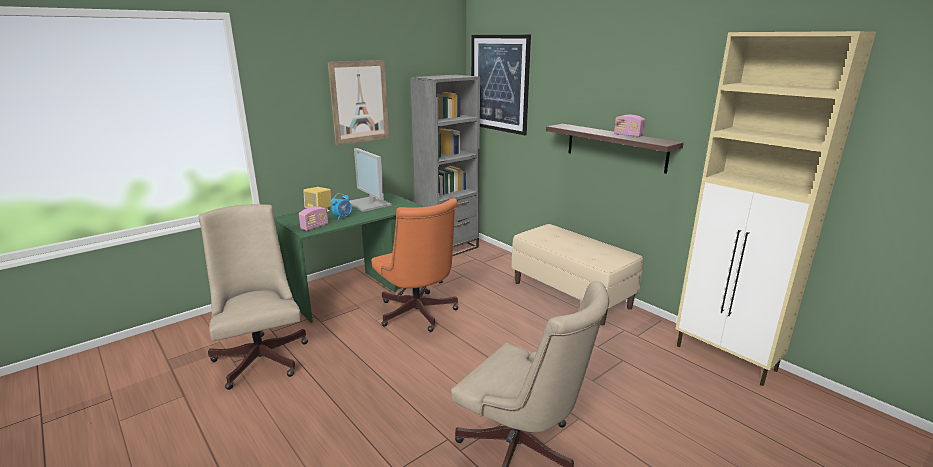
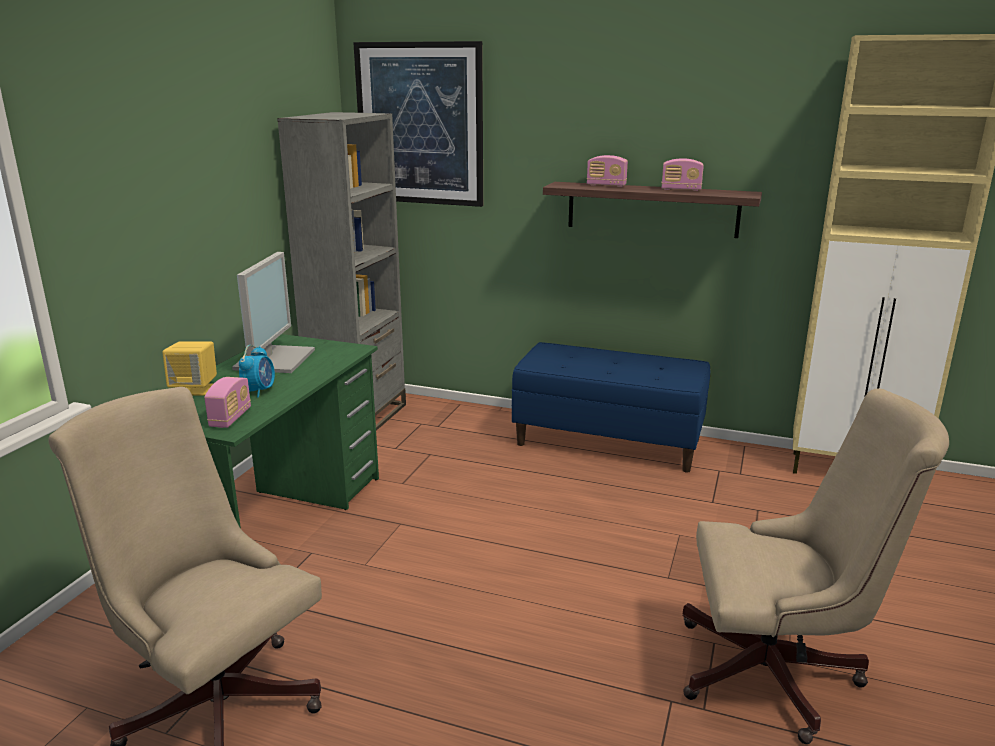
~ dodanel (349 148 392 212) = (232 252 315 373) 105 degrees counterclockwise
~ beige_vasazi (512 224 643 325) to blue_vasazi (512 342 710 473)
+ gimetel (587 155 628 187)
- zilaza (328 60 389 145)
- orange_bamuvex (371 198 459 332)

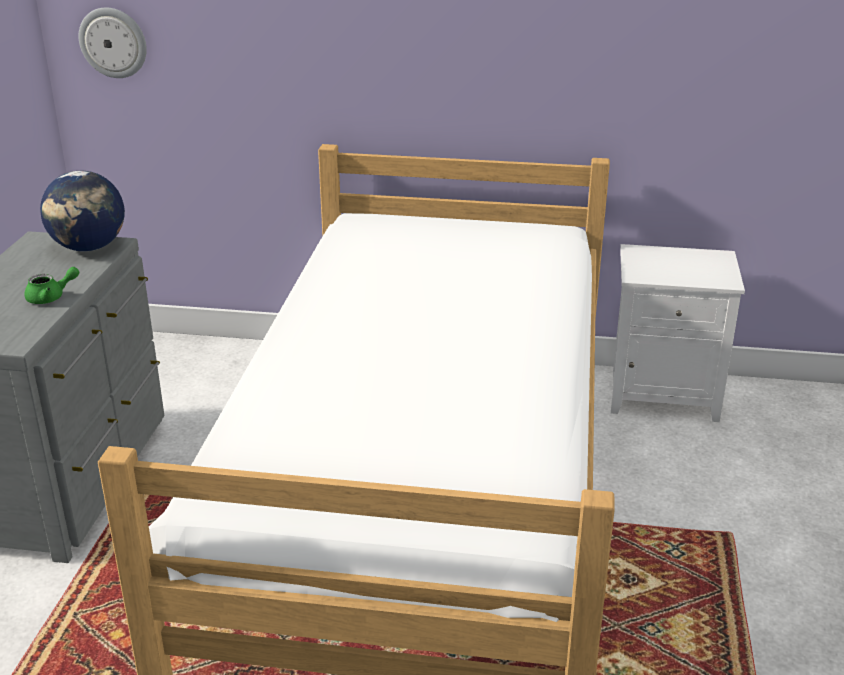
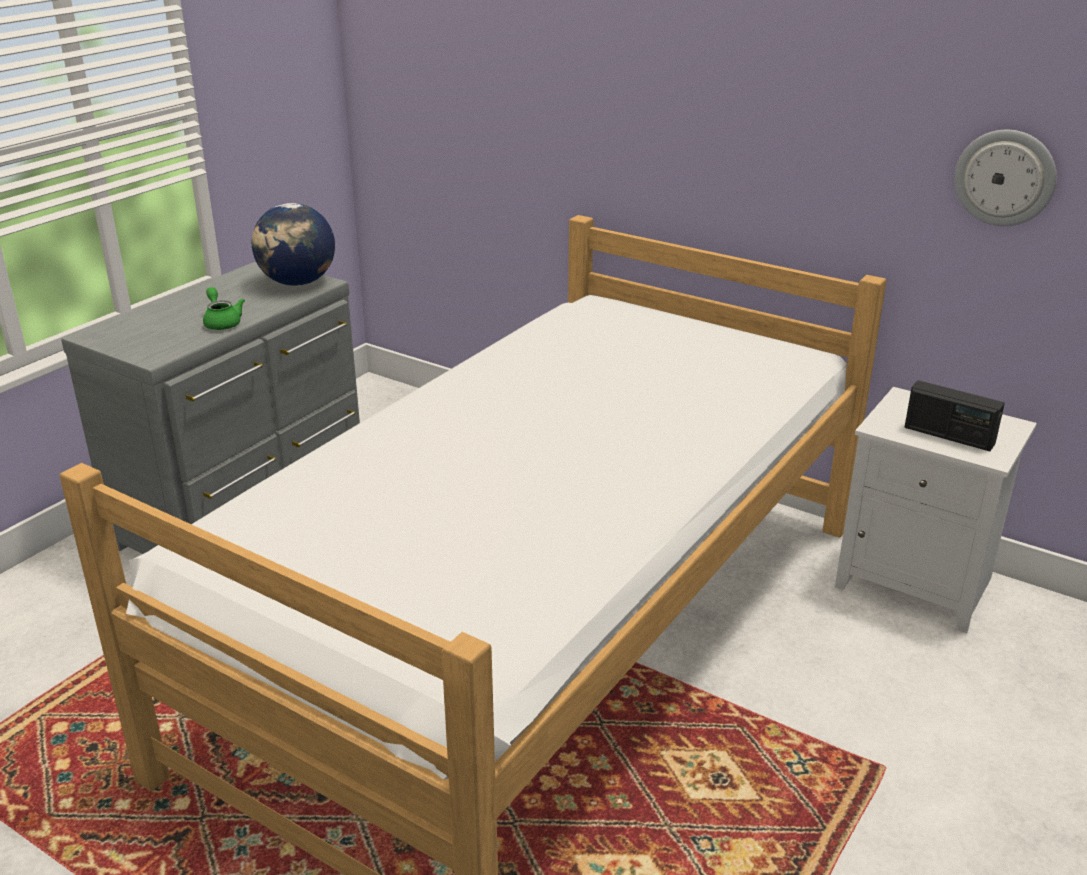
~ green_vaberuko (24 267 79 304) = (203 287 245 330) 120 degrees counterclockwise
+ gimetel (905 380 1005 451)
~ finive (78 8 147 78) to (954 130 1057 226)

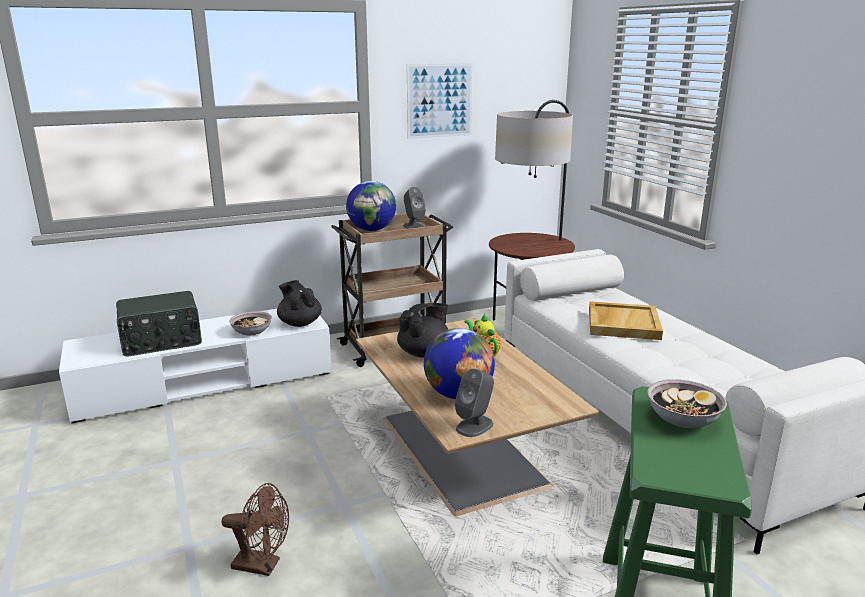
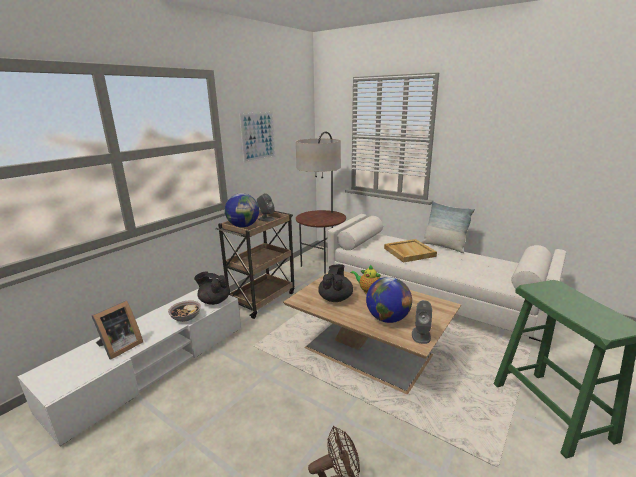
~ gimetel (116 291 202 356) to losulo (91 301 143 359)
+ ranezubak (421 201 475 253)
- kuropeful (648 379 727 428)

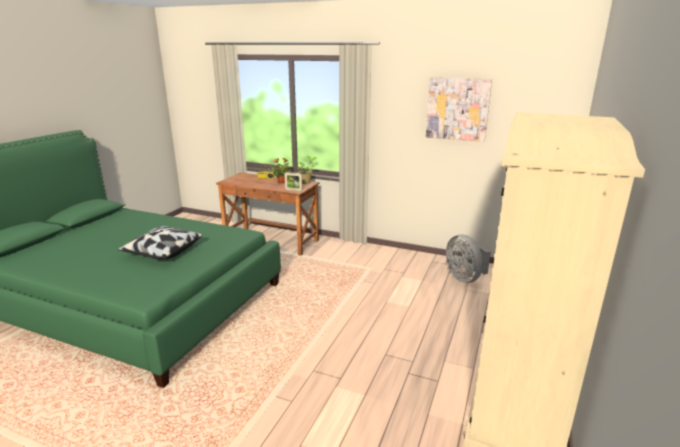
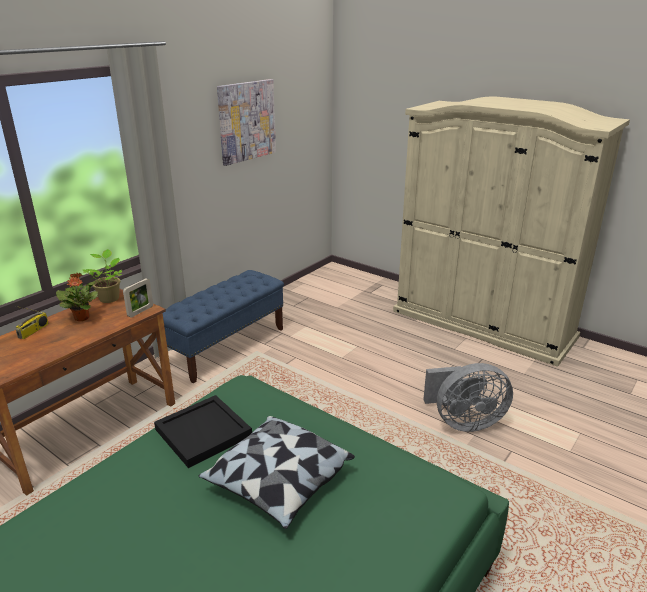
+ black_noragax (154 395 252 468)
+ blue_vasazi (156 270 284 383)
~ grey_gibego (446 234 491 283) to (423 363 513 432)

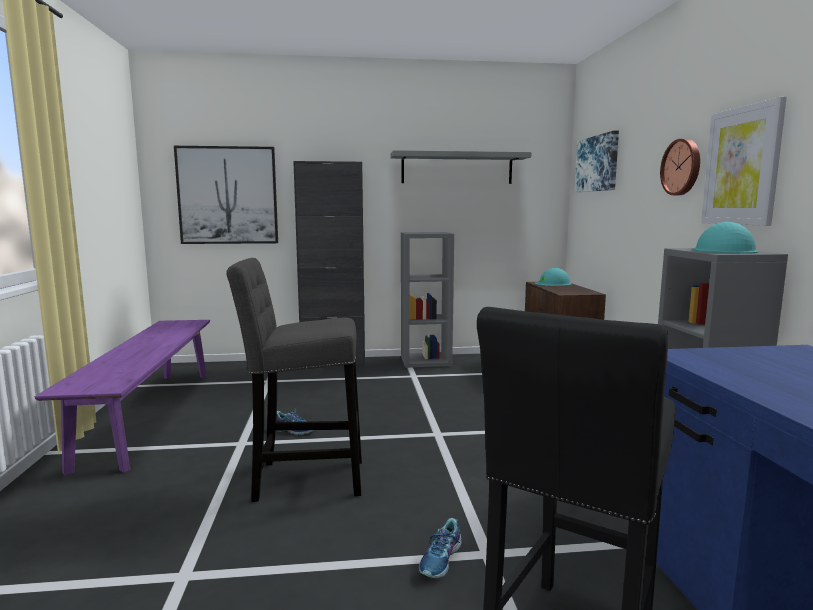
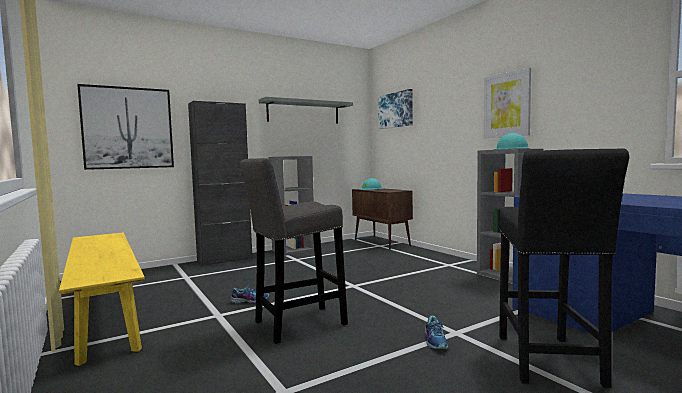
~ purple_vasazi (35 320 210 476) to yellow_vasazi (59 233 145 366)
- finive (660 139 700 195)

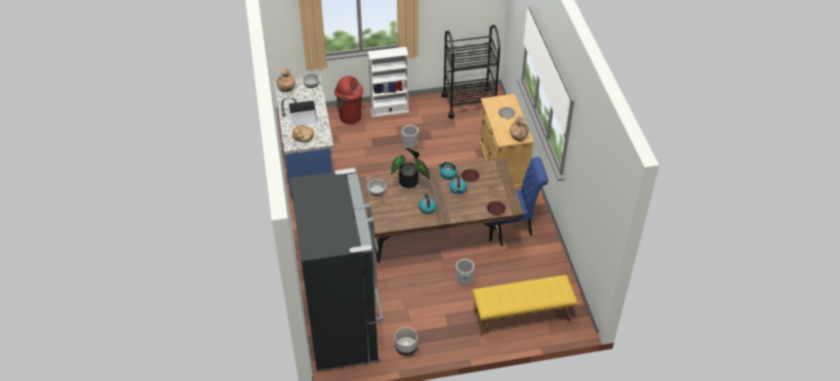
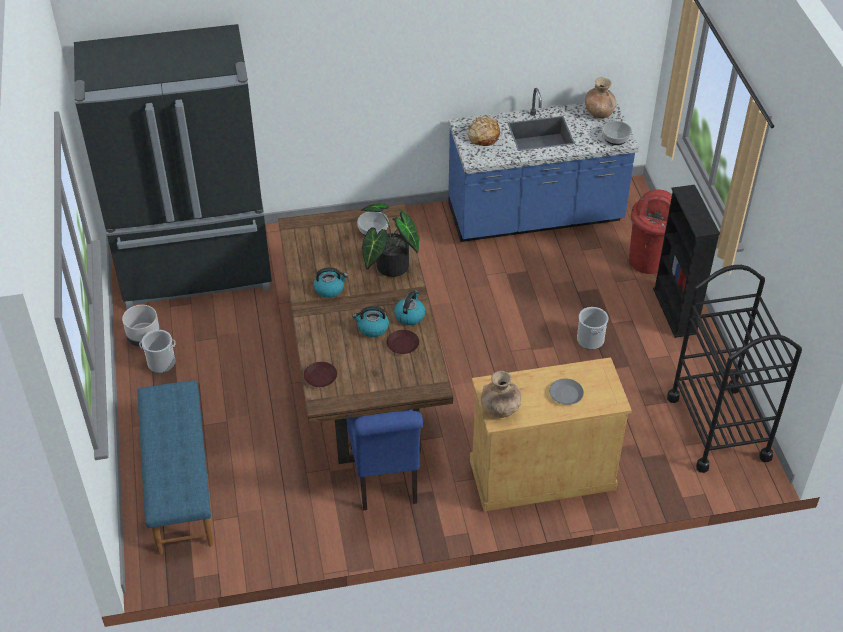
~ yellow_vasazi (472 275 578 336) to blue_vasazi (137 380 214 555)
~ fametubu (456 259 474 285) to (139 330 176 373)
~ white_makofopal (368 47 409 117) to black_makofopal (653 185 720 338)

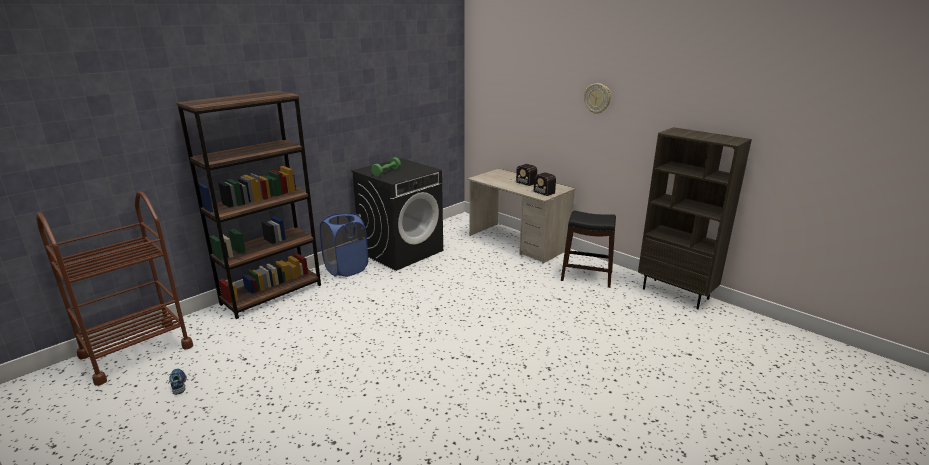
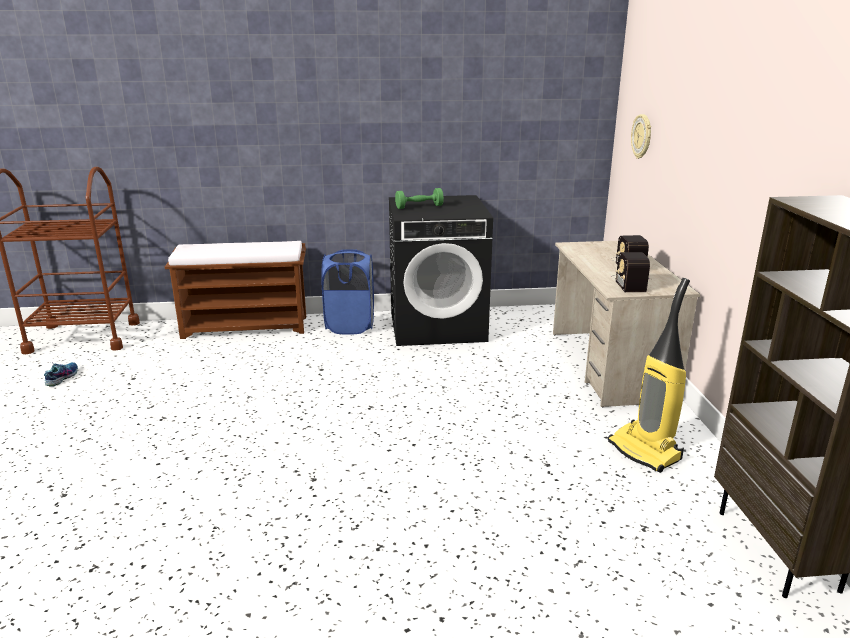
~ brown_makofopal (176 91 321 319) to brown_vasazi (165 241 306 339)
~ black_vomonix (561 210 616 288) to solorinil (608 278 690 473)
~ finive (584 83 611 114) to (631 114 651 159)

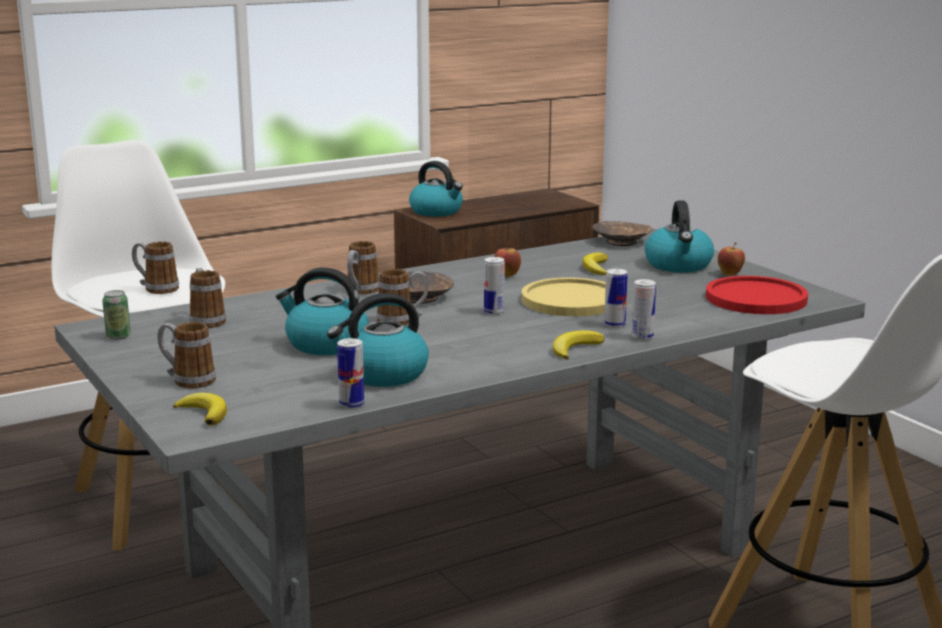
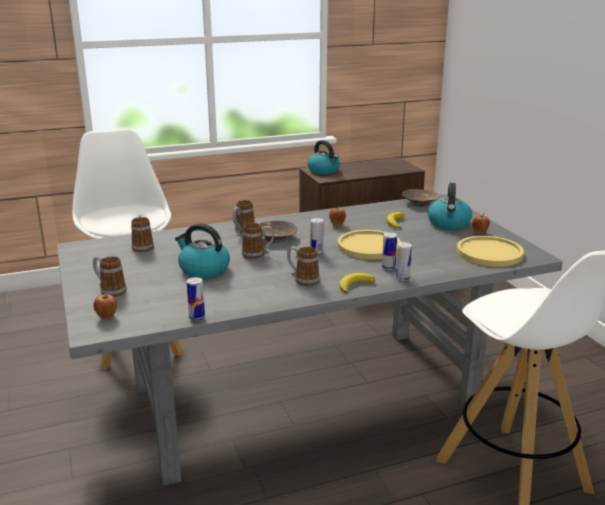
~ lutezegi (173 392 227 425) to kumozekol (94 293 117 319)
~ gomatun (132 241 179 294) to (287 246 320 286)
~ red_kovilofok (706 276 808 314) to yellow_kovilofok (457 236 524 267)
- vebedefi (102 290 131 340)
- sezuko (327 293 429 387)

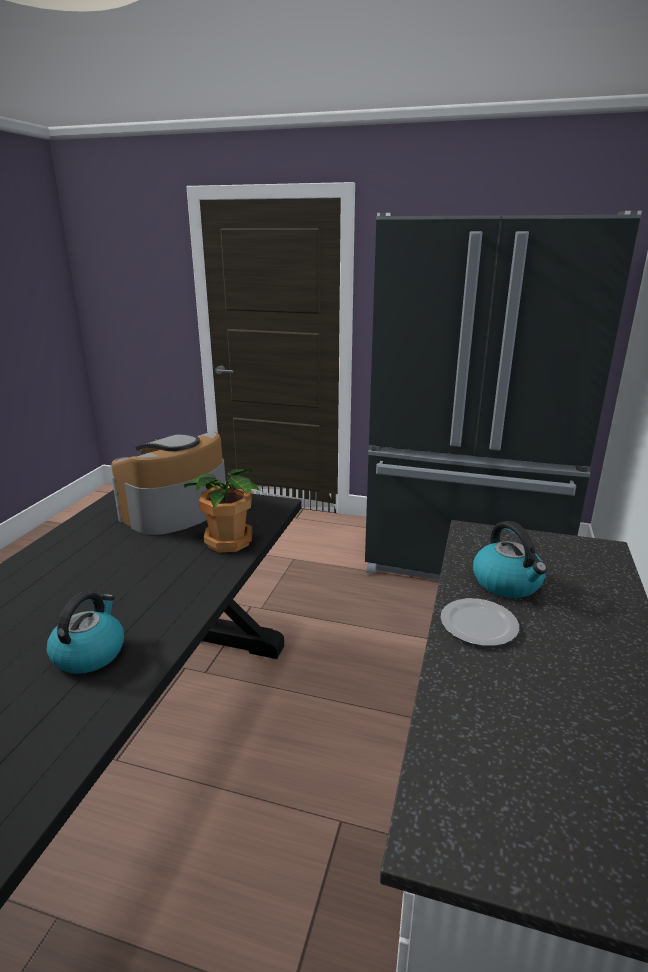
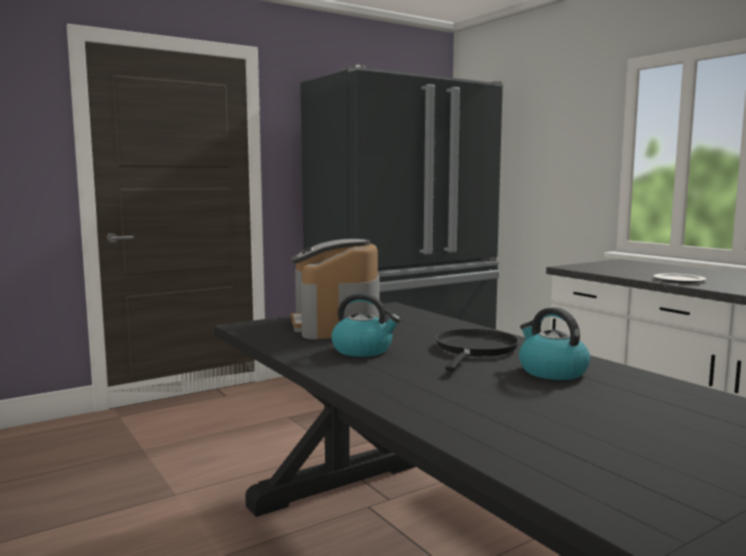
~ sezuko (473 521 547 598) to (331 293 401 357)
+ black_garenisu (436 329 519 371)
- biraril (184 468 261 553)

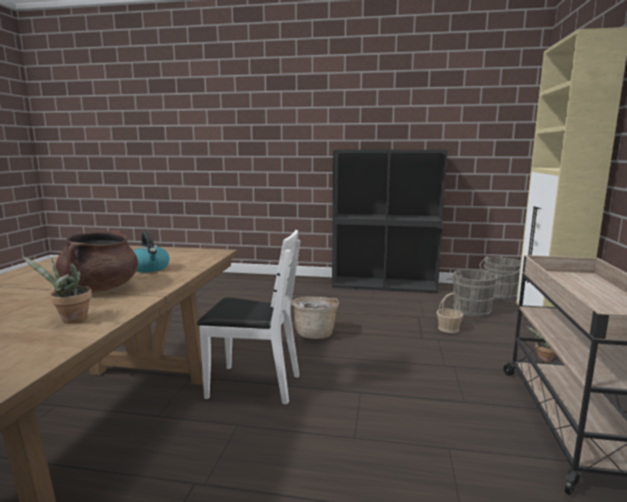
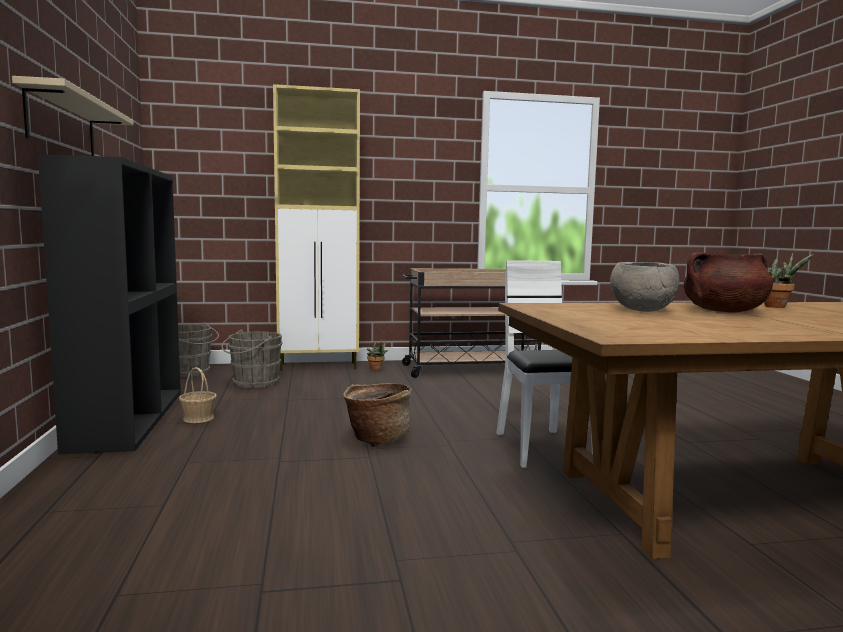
+ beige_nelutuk (12 76 134 156)
~ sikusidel (436 293 463 333) to (179 367 217 423)
~ sezuko (134 232 170 272) to grey_kuropeful (610 262 679 312)

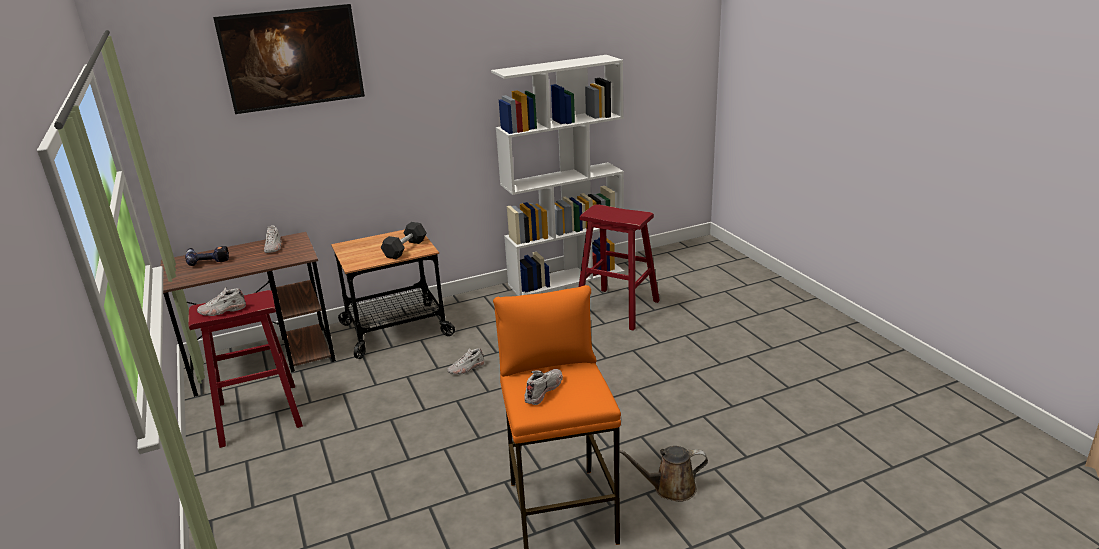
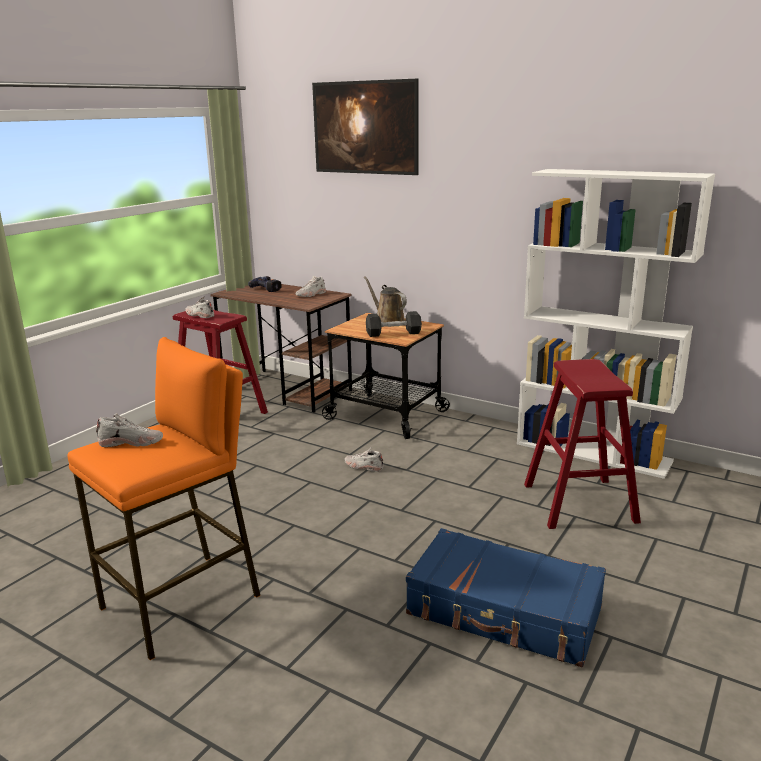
~ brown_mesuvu (619 446 708 502) to (364 277 407 323)
+ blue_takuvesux (406 528 606 667)

